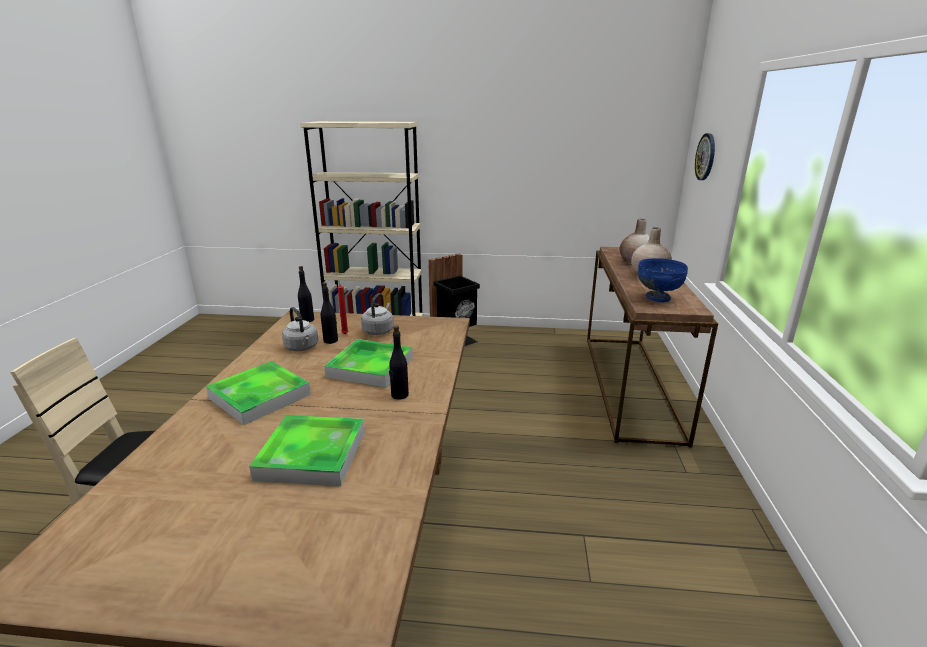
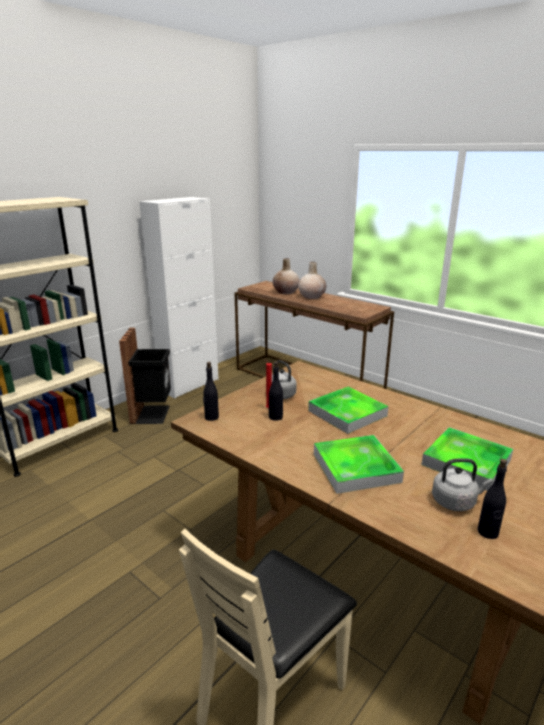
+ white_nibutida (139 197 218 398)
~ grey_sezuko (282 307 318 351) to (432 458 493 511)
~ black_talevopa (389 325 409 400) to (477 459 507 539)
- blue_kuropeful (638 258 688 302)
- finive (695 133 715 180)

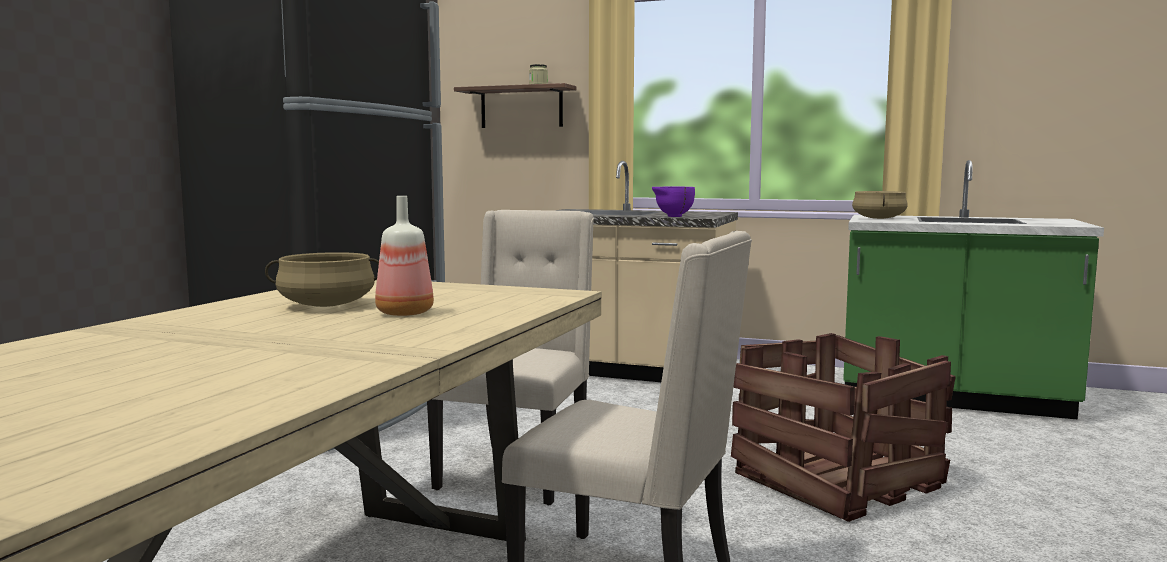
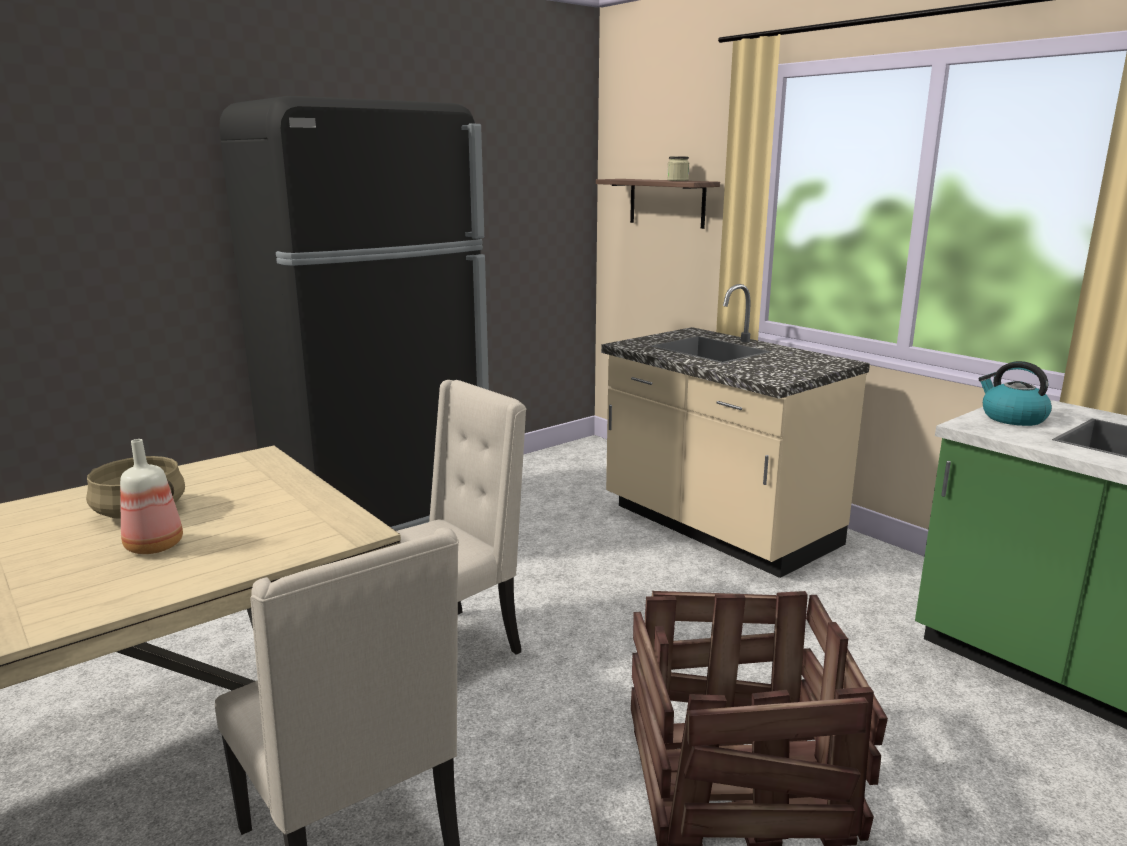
~ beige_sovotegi (852 191 908 219) to sezuko (978 361 1052 426)
- purple_kuropeful (652 187 695 217)

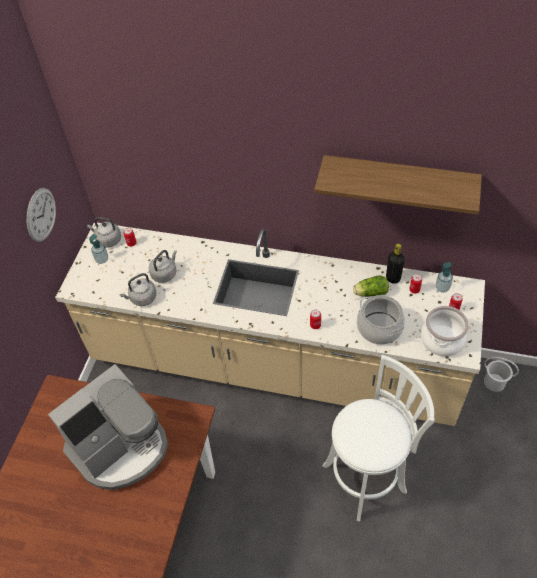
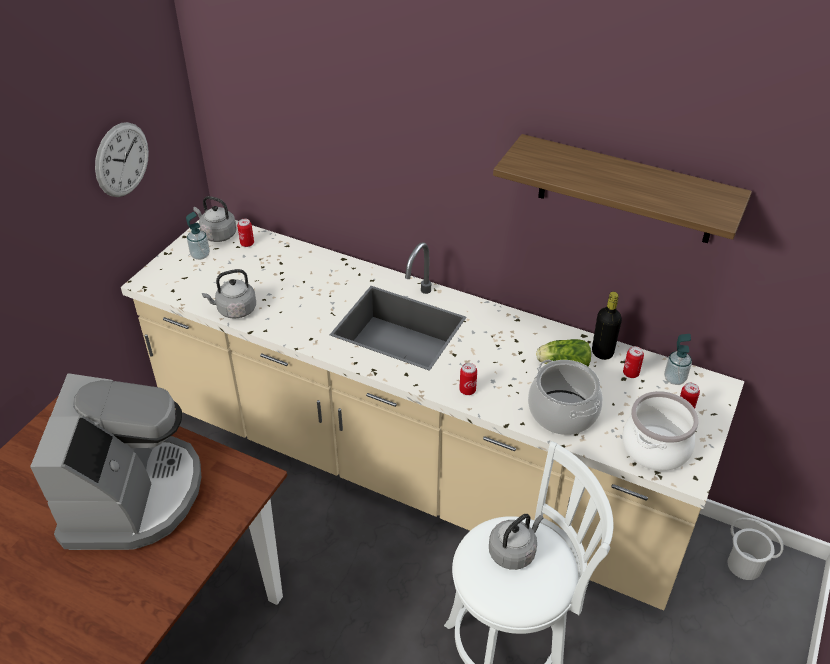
~ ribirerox (48 364 168 490) = (30 373 201 550) 60 degrees counterclockwise
~ grey_sezuko (149 250 177 283) to (489 514 543 570)

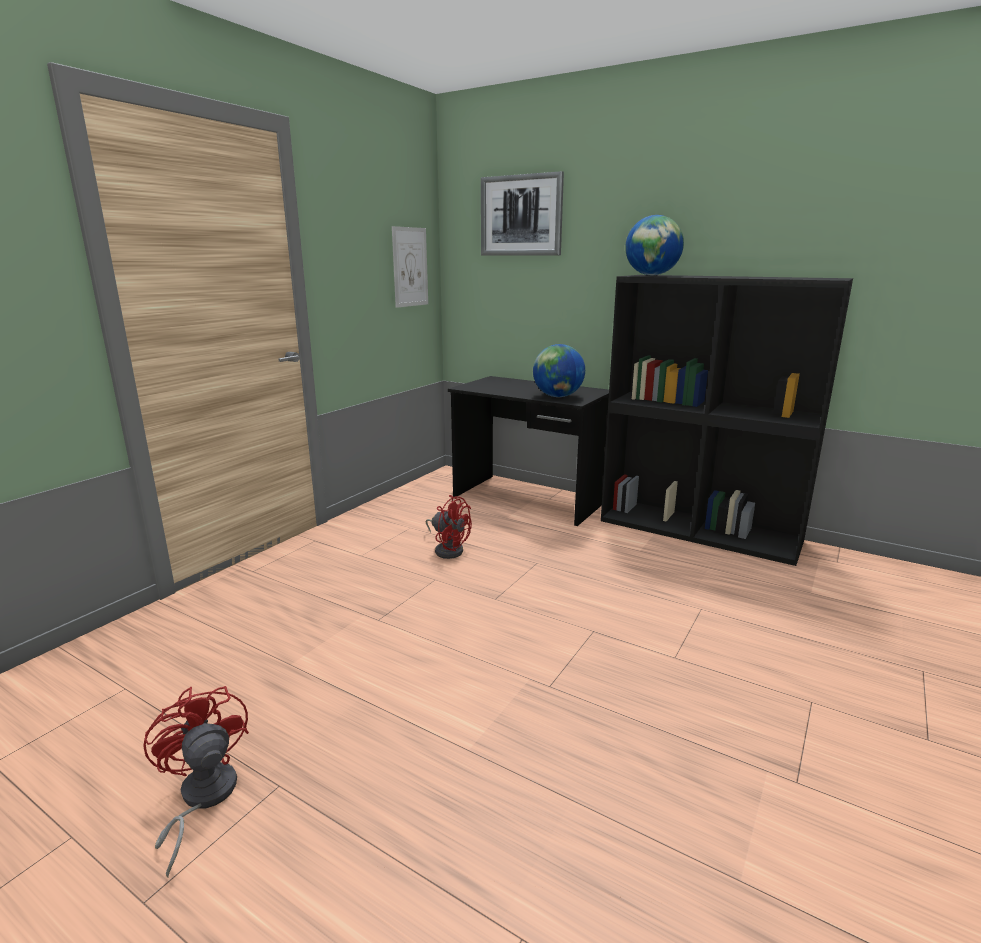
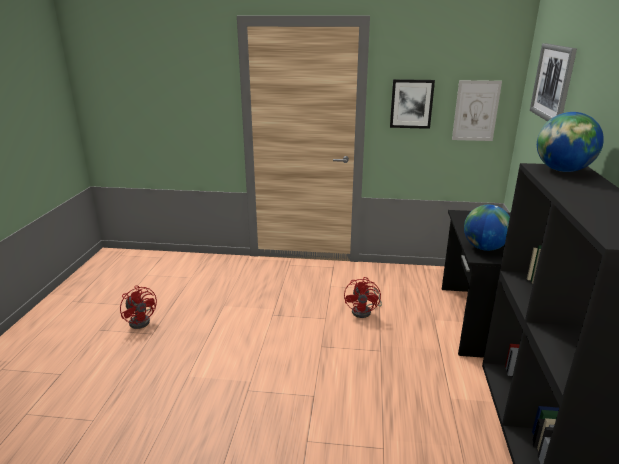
~ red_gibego (143 686 249 877) = (120 285 157 329) 105 degrees clockwise
+ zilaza (390 79 435 129)

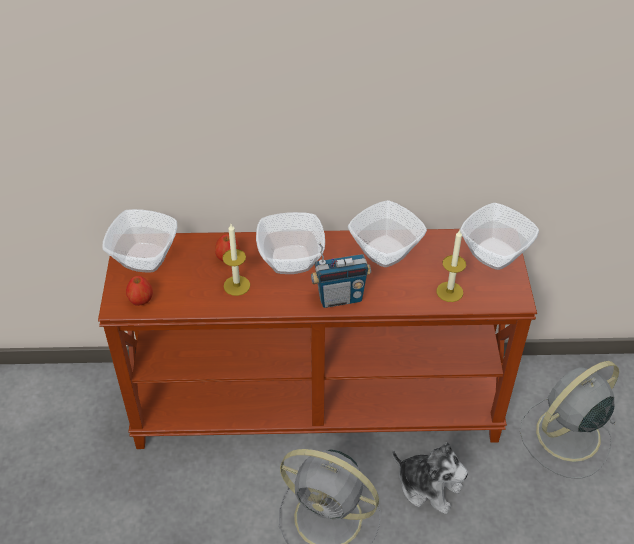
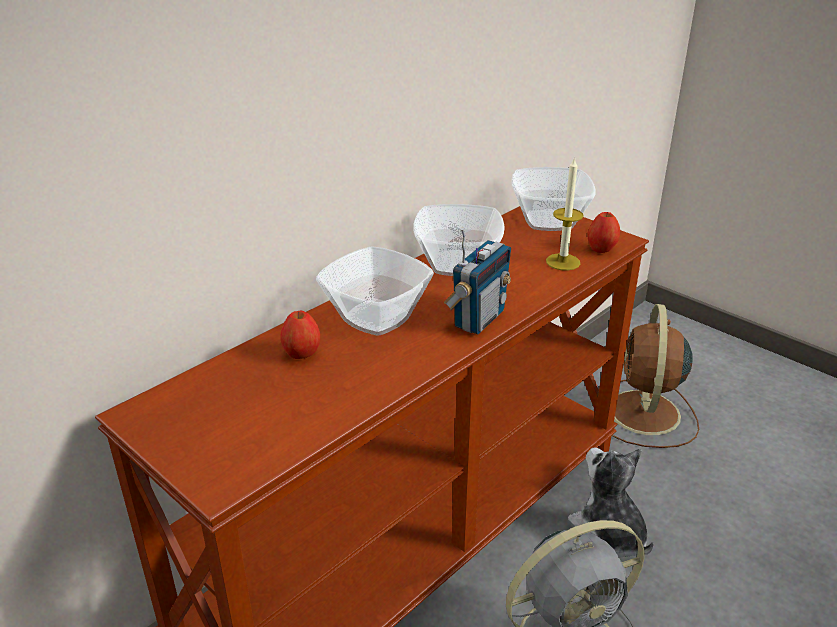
~ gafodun (392 442 468 515) = (568 448 654 558) 105 degrees counterclockwise
~ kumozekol (126 276 153 306) to (587 212 620 253)
~ grey_gibego (520 361 619 479) to brown_gibego (594 304 699 448)
- kuropeful (103 209 177 273)
- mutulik (222 224 250 296)

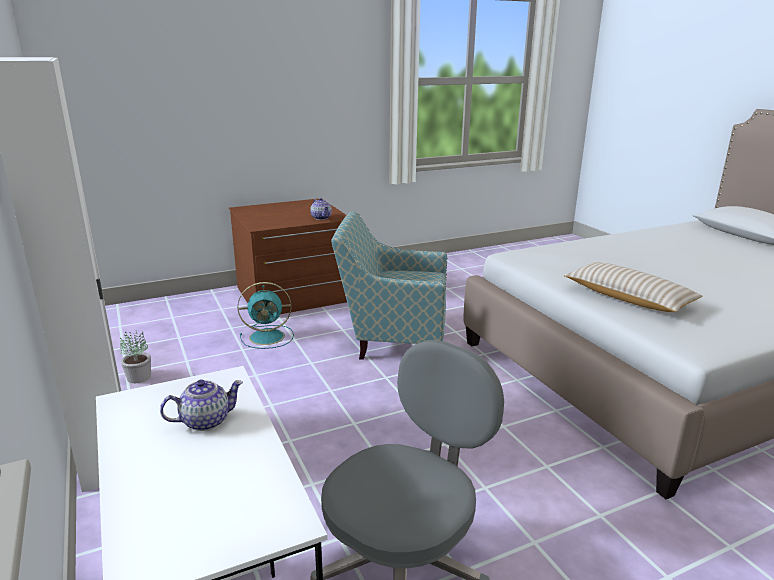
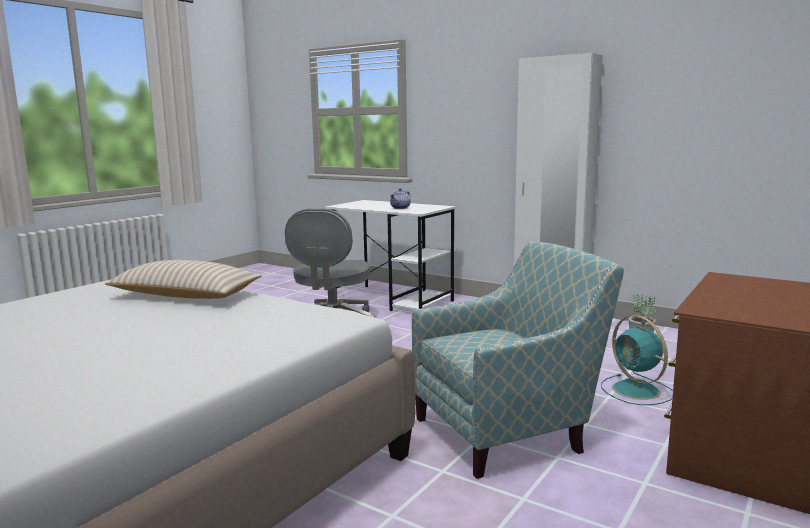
~ turquoise_gibego (238 282 294 349) = (601 315 673 405) 75 degrees counterclockwise
- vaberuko (310 198 332 220)

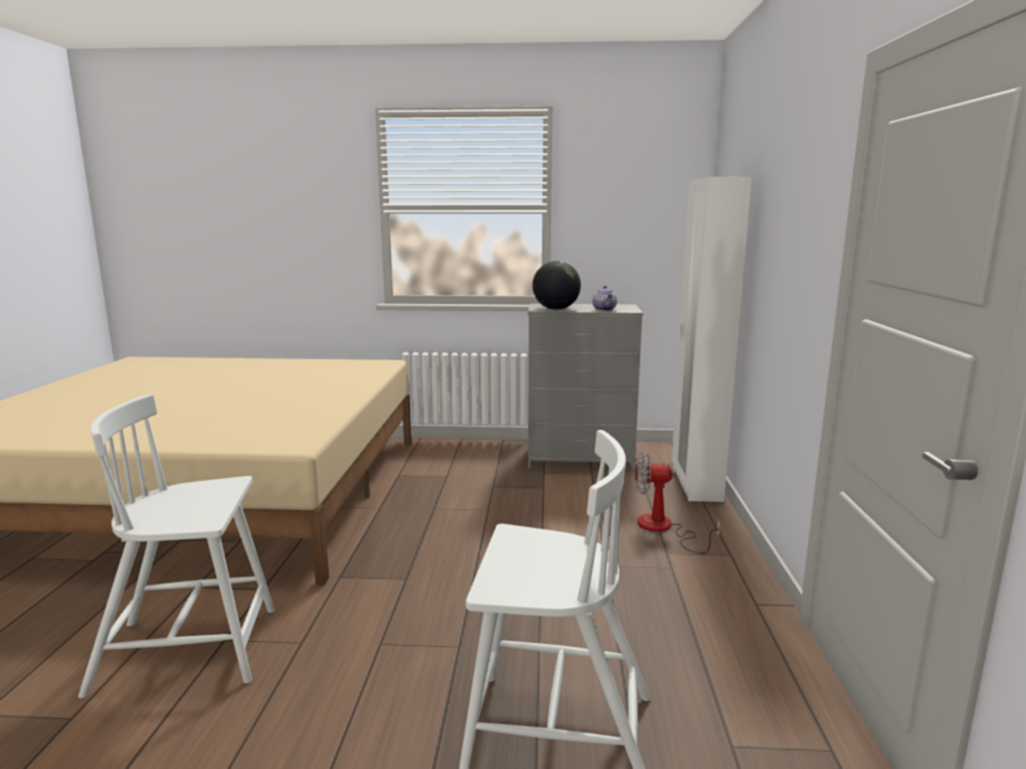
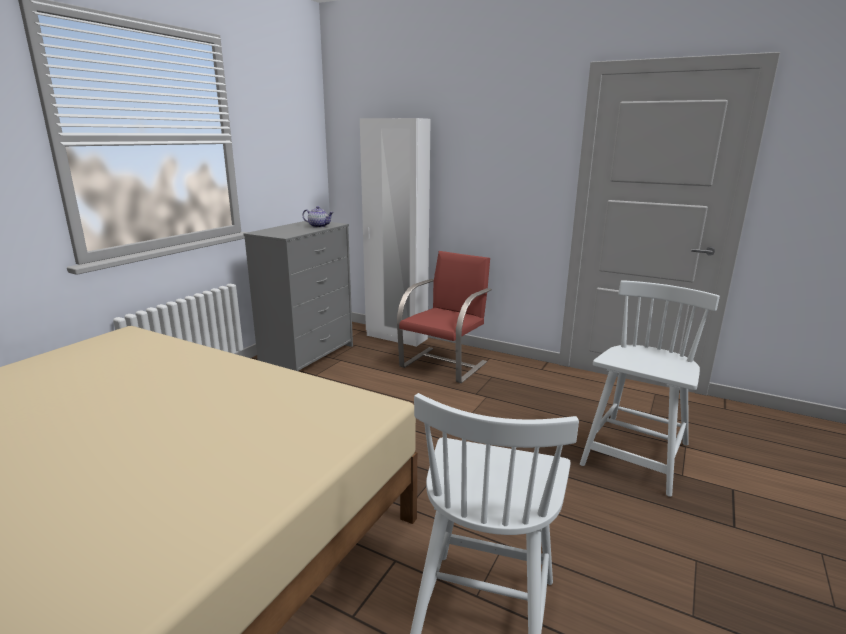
~ gibego (635 452 720 554) to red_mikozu (397 251 492 383)
- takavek (532 261 581 310)

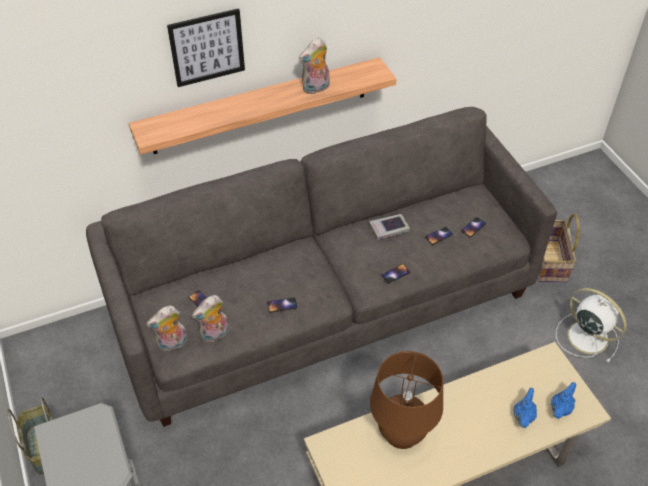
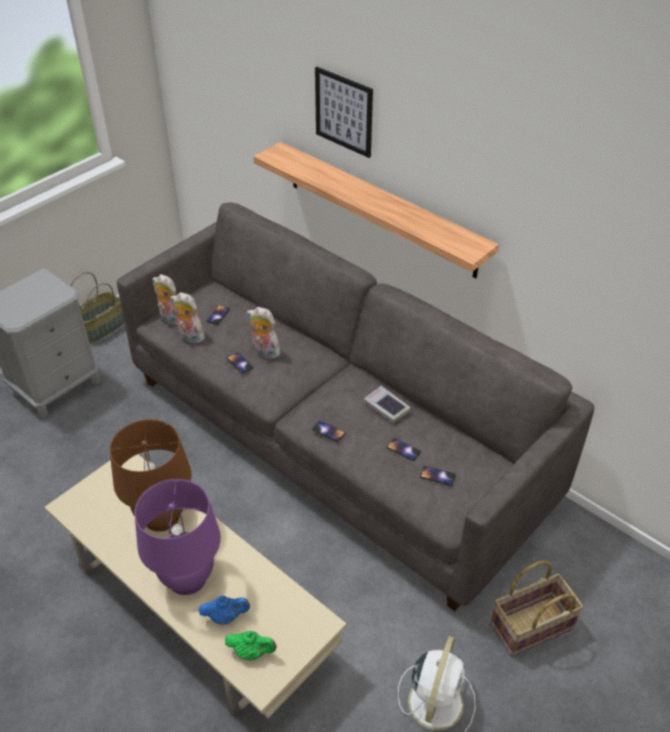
+ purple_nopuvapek (135 479 221 595)
~ blue_vaberuko (551 382 576 419) to green_vaberuko (225 631 277 661)
~ gafodun (299 37 330 94) to (247 307 280 360)

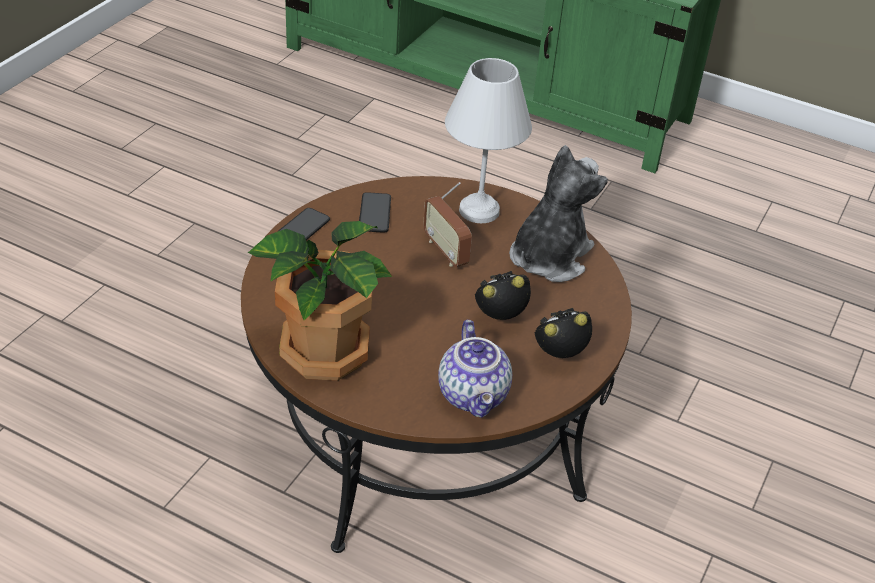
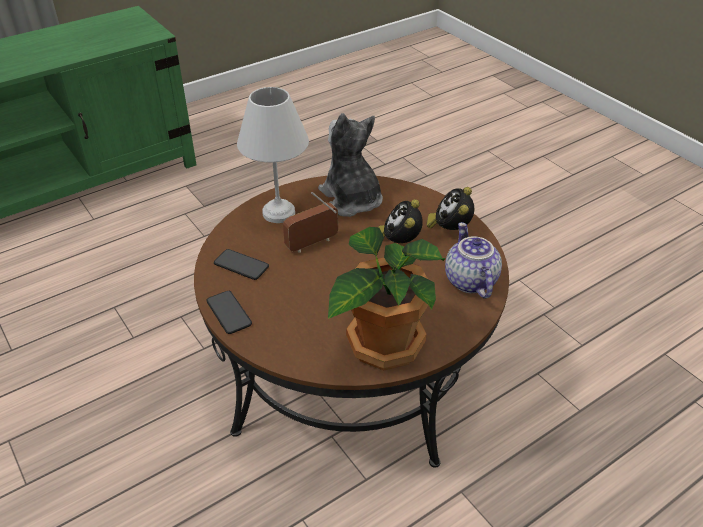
~ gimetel (423 182 472 267) = (283 192 338 253) 150 degrees clockwise
~ vaberuko (438 320 512 418) = (445 222 502 298) 120 degrees counterclockwise

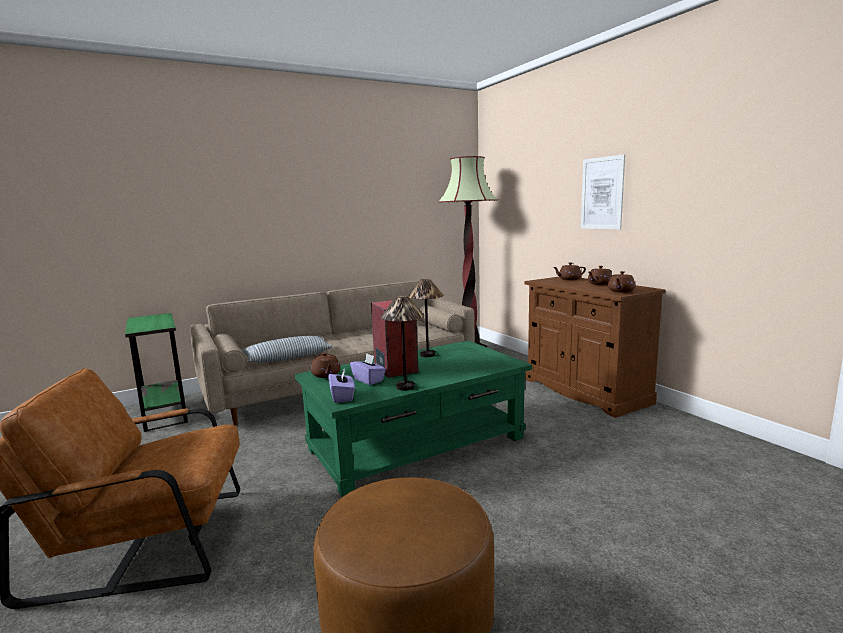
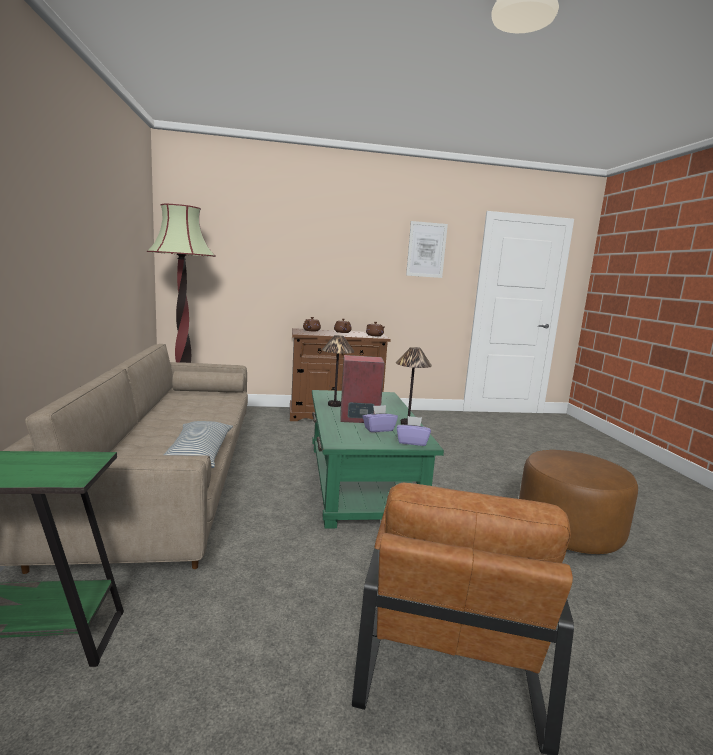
~ zilaza (581 154 625 229) to (406 221 448 278)
- brown_vaberuko (311 352 341 378)

